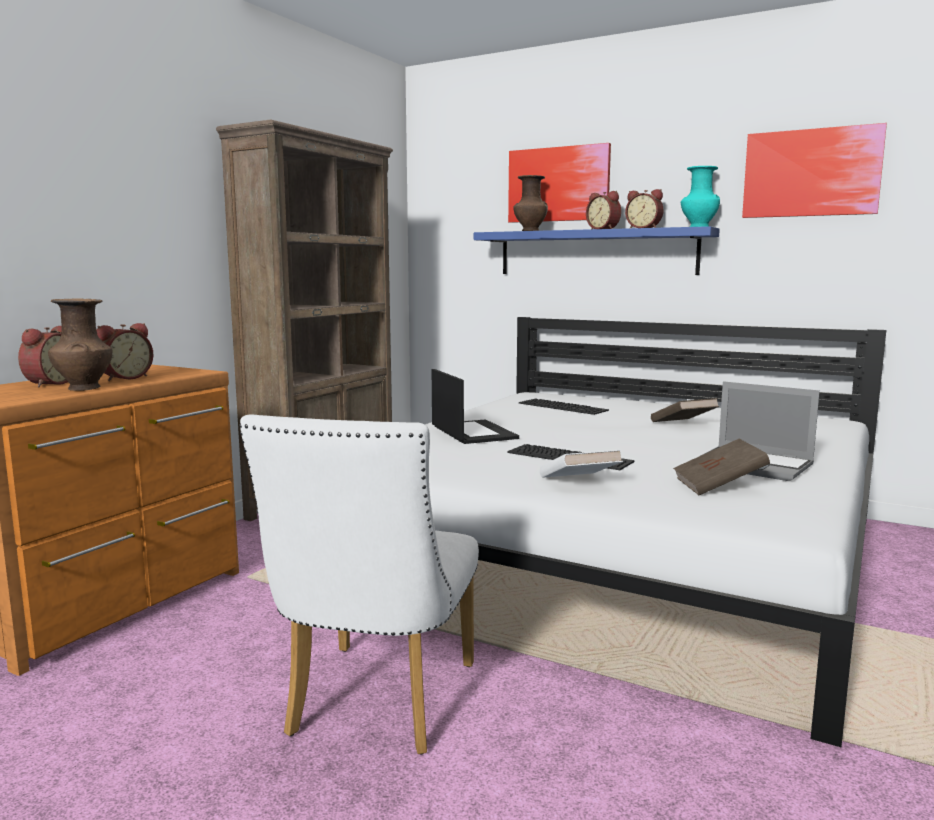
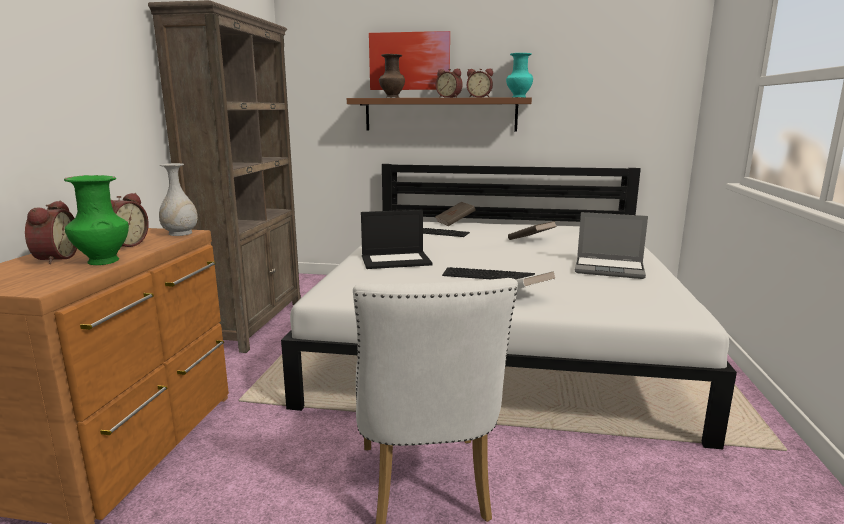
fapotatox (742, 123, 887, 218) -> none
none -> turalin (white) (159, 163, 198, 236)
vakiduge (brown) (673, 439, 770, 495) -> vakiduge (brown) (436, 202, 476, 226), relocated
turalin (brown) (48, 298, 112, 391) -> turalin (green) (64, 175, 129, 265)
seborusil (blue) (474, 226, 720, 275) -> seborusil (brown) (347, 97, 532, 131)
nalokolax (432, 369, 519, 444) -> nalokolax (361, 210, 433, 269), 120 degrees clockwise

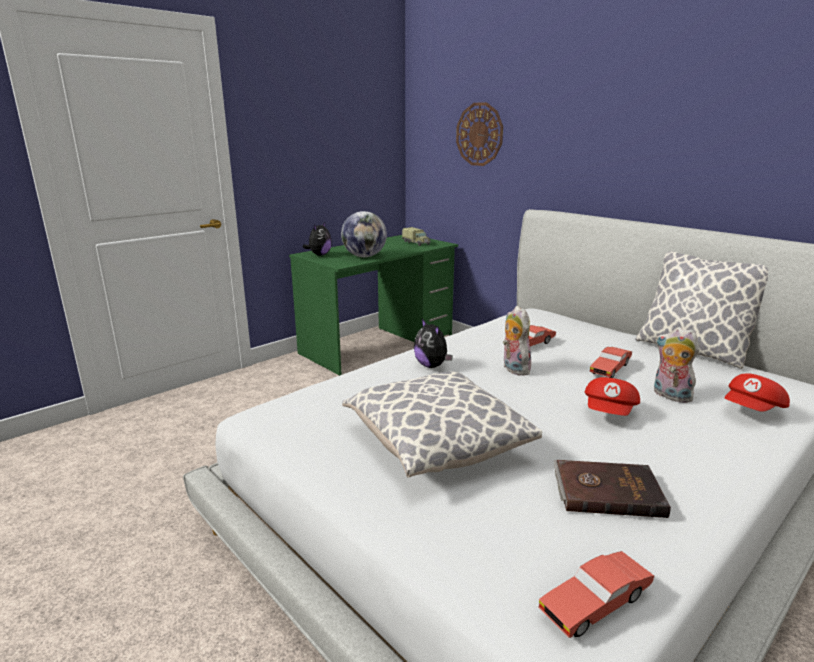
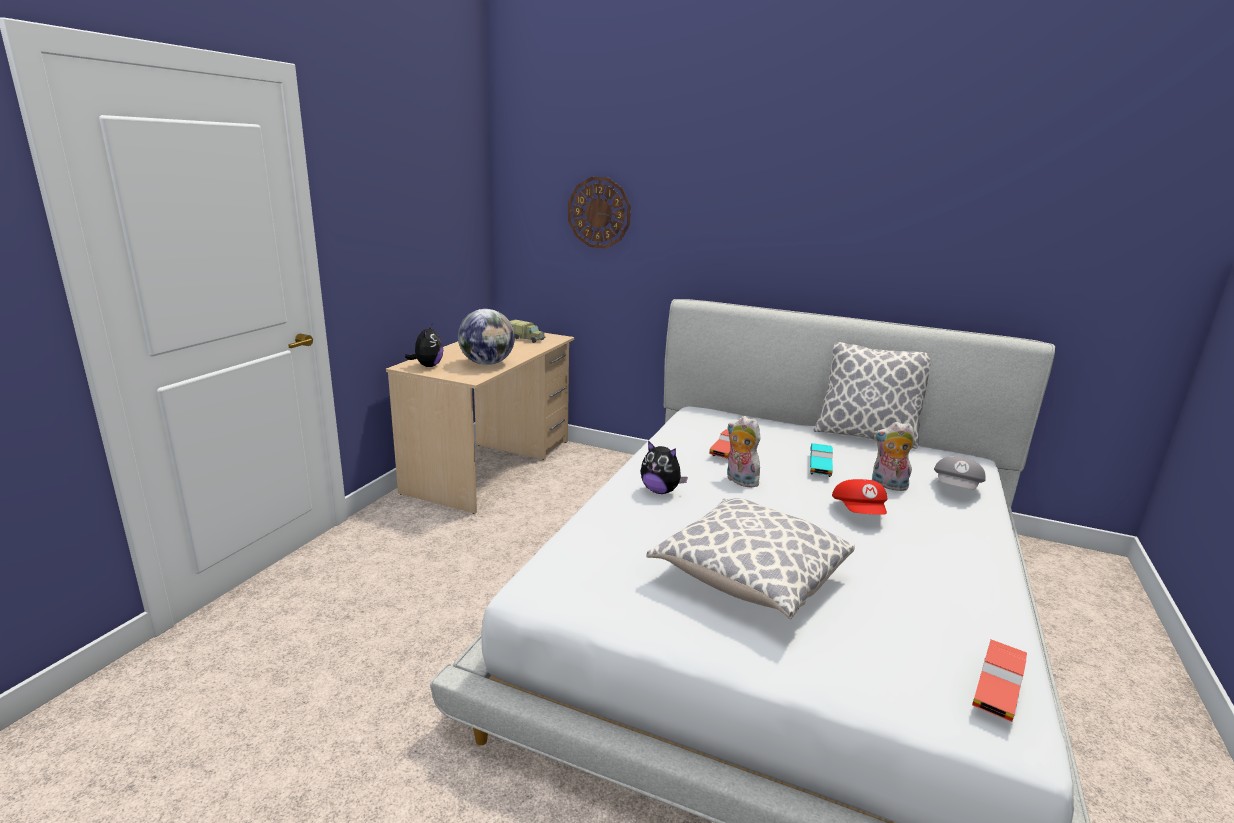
vakiduge (brown) (554, 460, 671, 518) -> none
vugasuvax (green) (289, 235, 458, 376) -> vugasuvax (beige) (386, 333, 574, 514)
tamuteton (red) (590, 347, 632, 378) -> tamuteton (turquoise) (810, 443, 833, 477)
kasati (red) (724, 373, 790, 412) -> kasati (grey) (934, 456, 986, 490)

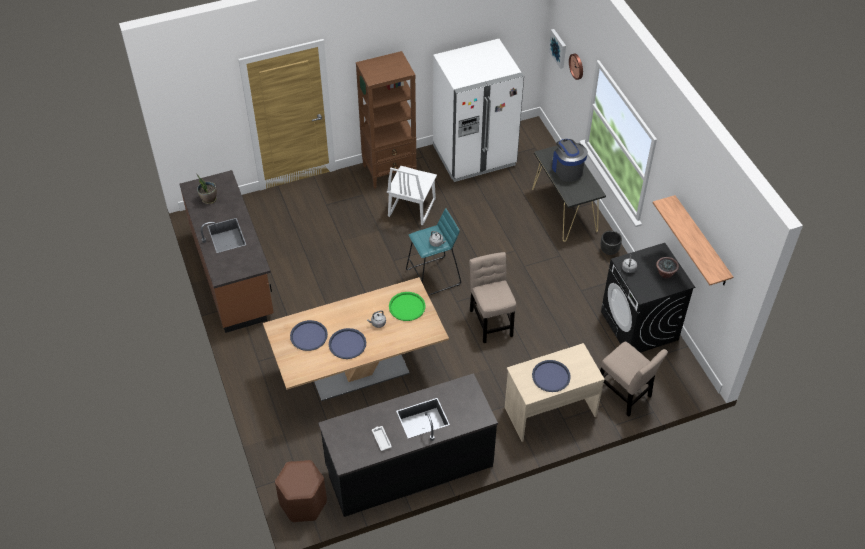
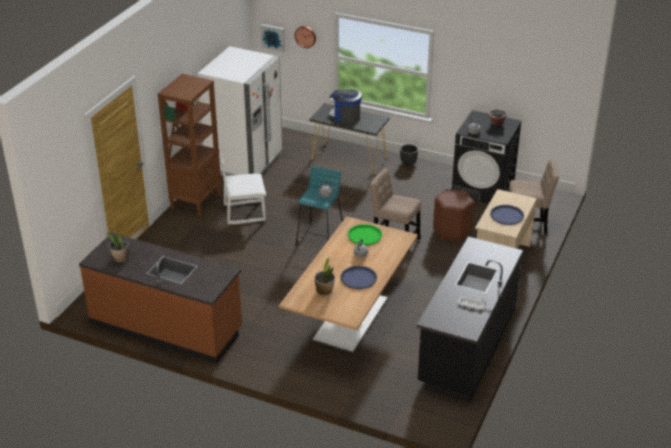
seborusil (653, 195, 733, 285) -> none
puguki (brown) (275, 460, 327, 522) -> puguki (brown) (433, 189, 474, 241), relocated
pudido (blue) (290, 320, 328, 351) -> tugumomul (315, 257, 335, 295)
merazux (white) (387, 166, 437, 225) -> merazux (white) (219, 150, 266, 225), 105 degrees clockwise

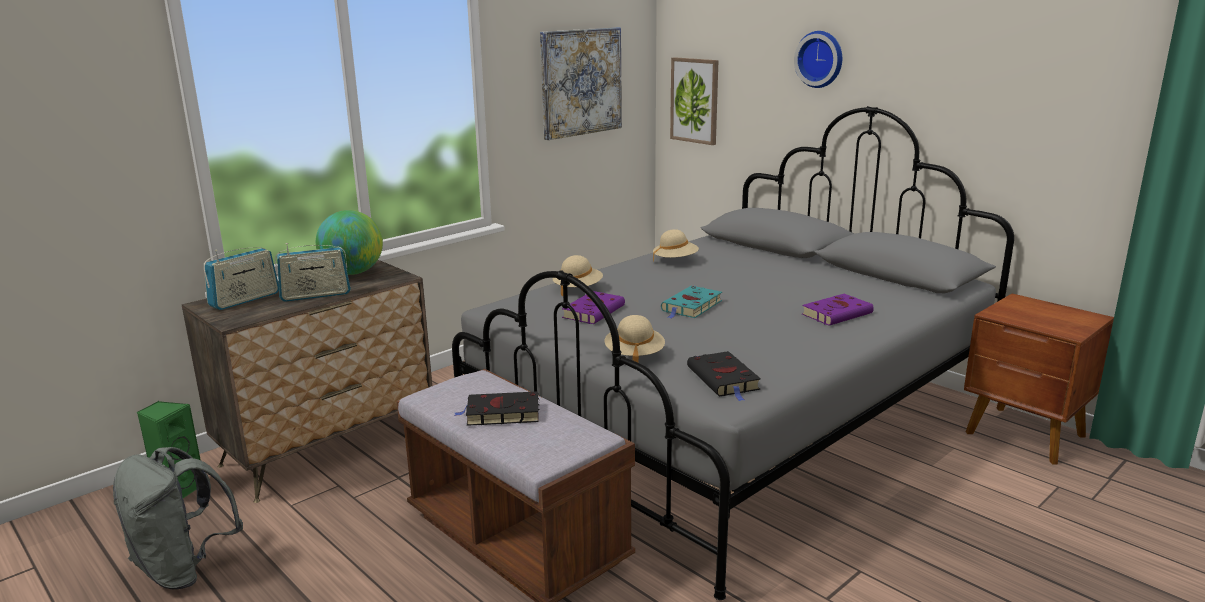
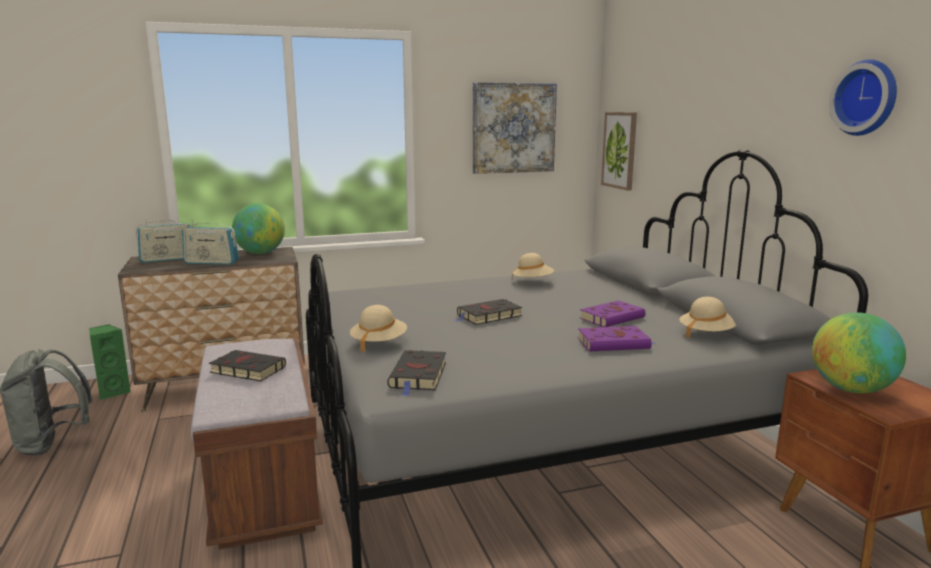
none -> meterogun (812, 312, 906, 394)
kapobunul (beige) (553, 255, 603, 296) -> kapobunul (beige) (679, 297, 736, 339), relocated
vakiduge (purple) (562, 291, 625, 324) -> vakiduge (purple) (580, 300, 646, 327), relocated
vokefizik (794, 31, 842, 88) -> vokefizik (829, 59, 897, 136), relocated
vakiduge (turquoise) (661, 286, 722, 318) -> vakiduge (black) (454, 299, 522, 325)

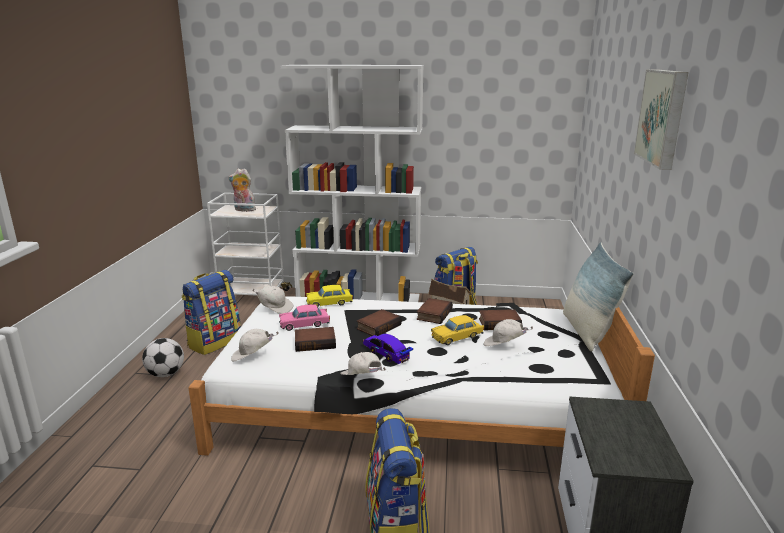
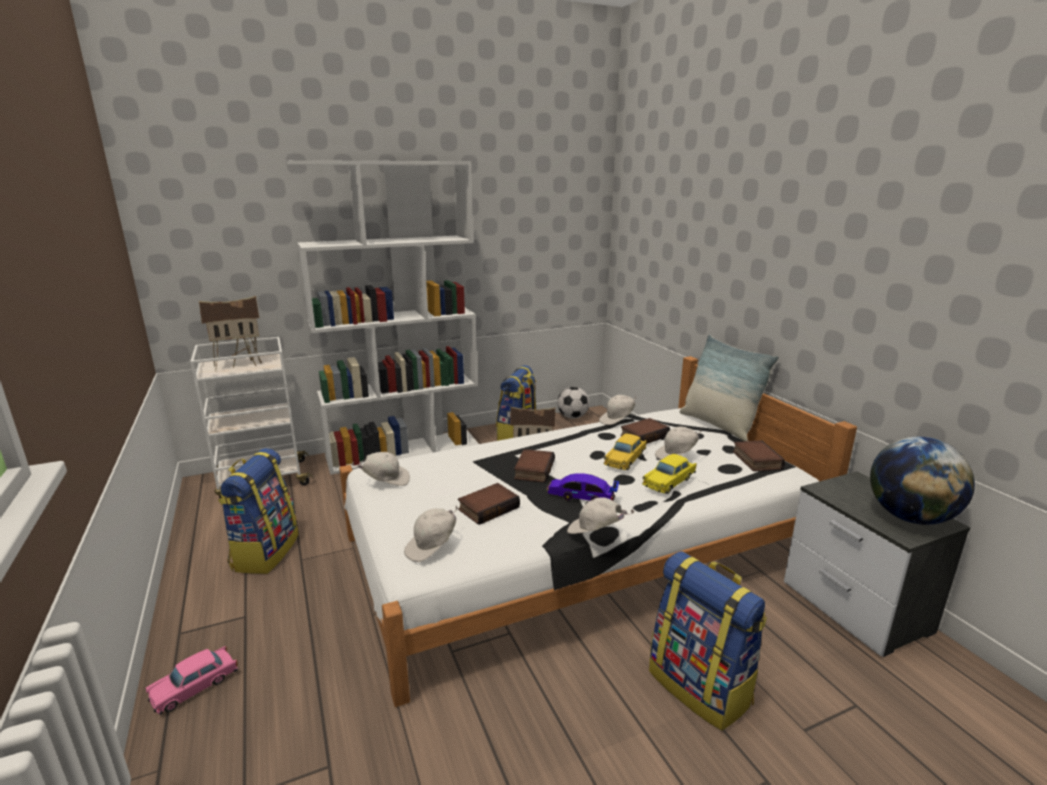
fapotatox (634, 69, 688, 170) -> none
none -> kasati (white) (599, 395, 636, 425)
none -> meterogun (870, 437, 975, 525)
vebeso (142, 338, 184, 377) -> vebeso (557, 387, 589, 419), relocated
tamuteton (pink) (279, 305, 330, 331) -> tamuteton (pink) (145, 646, 238, 715), relocated
tamuteton (yellow) (306, 285, 353, 307) -> tamuteton (yellow) (642, 454, 697, 494), relocated
vakiduge (416, 298, 453, 324) -> vakiduge (733, 440, 785, 471), relocated
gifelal (228, 168, 256, 212) -> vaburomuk (199, 296, 262, 371)

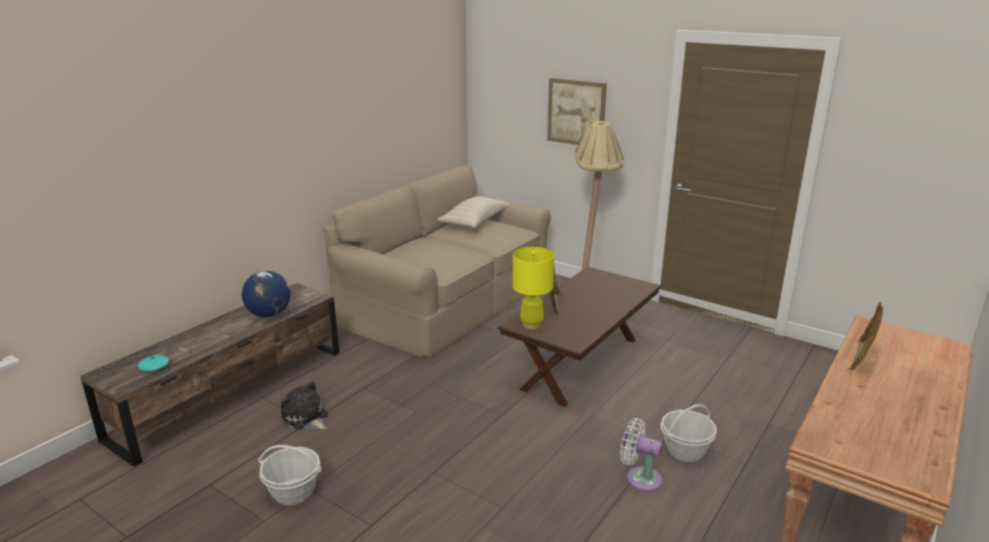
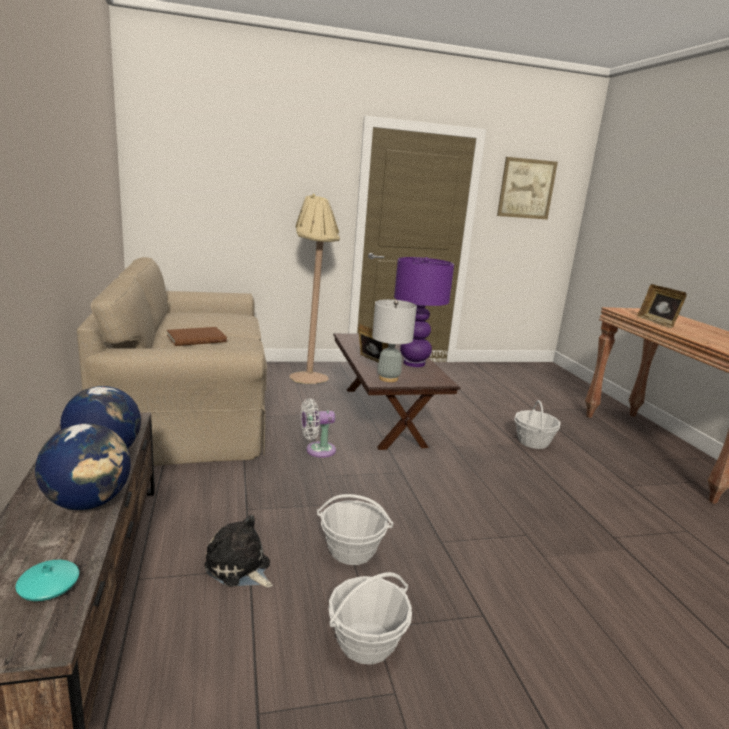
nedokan (437, 196, 510, 228) -> none
none -> meterogun (35, 423, 131, 510)
none -> vakiduge (brown) (167, 327, 227, 346)
none -> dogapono (317, 494, 393, 565)
none -> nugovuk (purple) (394, 257, 454, 367)
fapotatox (547, 78, 607, 145) -> fapotatox (497, 157, 558, 219), relocated
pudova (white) (620, 418, 663, 492) -> pudova (white) (301, 398, 336, 458), relocated
nugovuk (yellow) (512, 247, 554, 329) -> nugovuk (grey) (372, 299, 417, 382)
gifelal (281, 381, 328, 430) -> gifelal (204, 515, 273, 587), 45 degrees clockwise

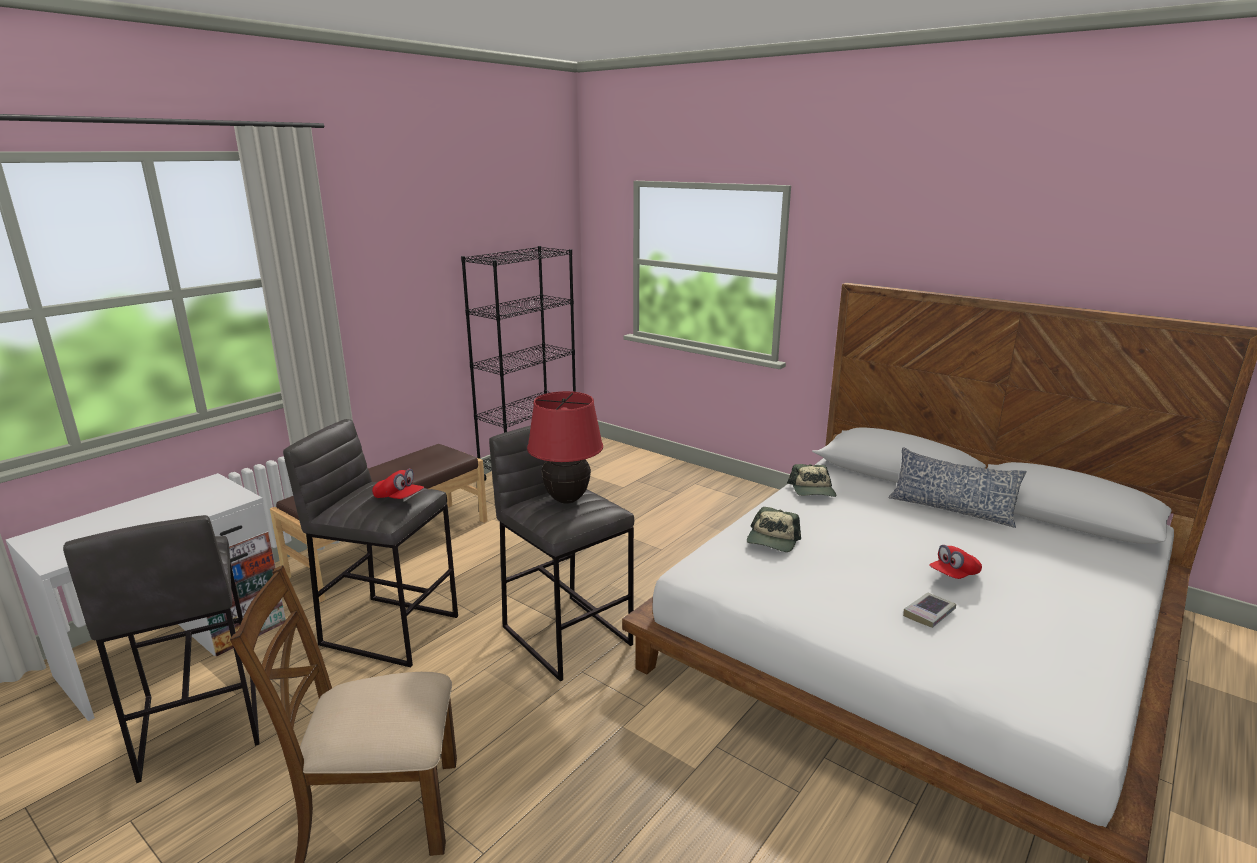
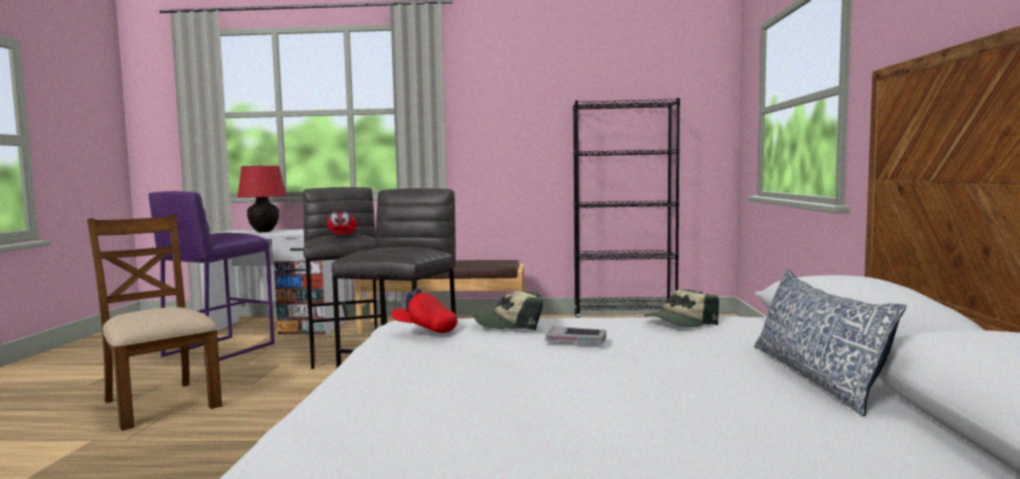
nugovuk (red) (527, 391, 603, 504) -> nugovuk (red) (237, 165, 287, 232), relocated
vakiduge (903, 593, 956, 628) -> vakiduge (546, 326, 606, 344), relocated
kasati (red) (929, 545, 982, 579) -> kasati (red) (391, 288, 458, 333), relocated
puguki (grey) (63, 515, 260, 783) -> puguki (purple) (149, 191, 275, 365)

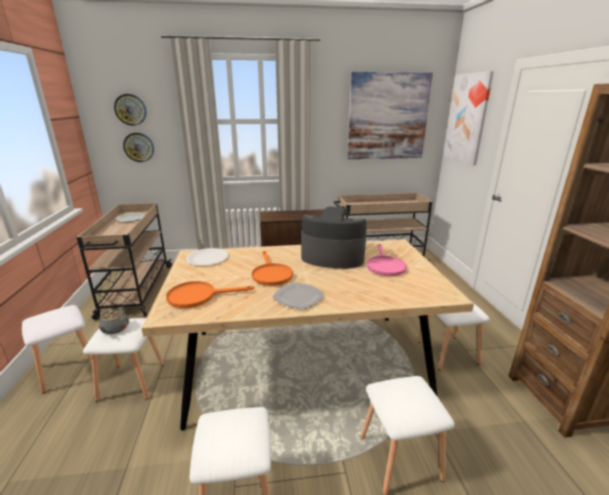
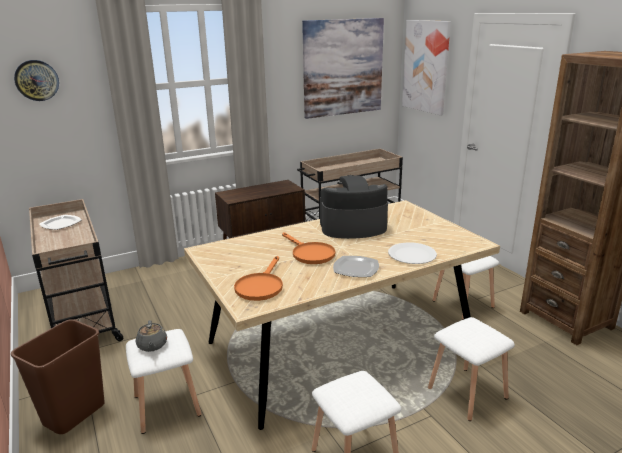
vokefizik (123, 133, 154, 162) -> none
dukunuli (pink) (366, 244, 407, 276) -> none
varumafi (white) (186, 248, 229, 266) -> varumafi (white) (388, 242, 437, 264), relocated
puguki (white) (22, 305, 99, 393) -> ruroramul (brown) (11, 319, 105, 434)
dukunuli (orange) (166, 281, 254, 308) -> dukunuli (orange) (234, 256, 283, 301), 45 degrees counterclockwise

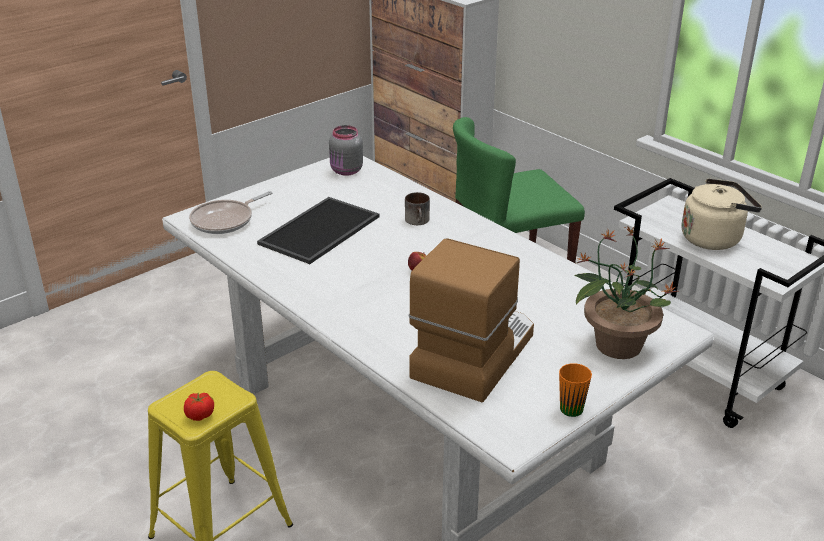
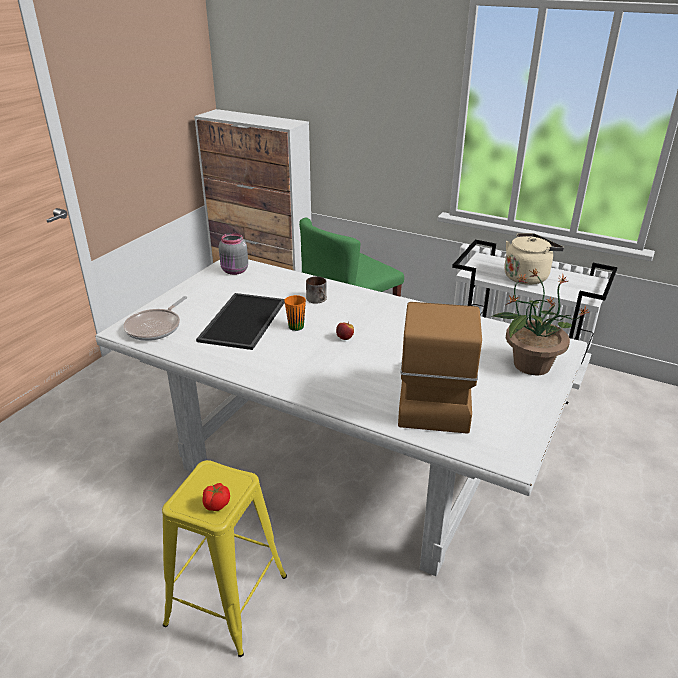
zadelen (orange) (559, 363, 592, 417) -> zadelen (orange) (284, 295, 306, 331), relocated

